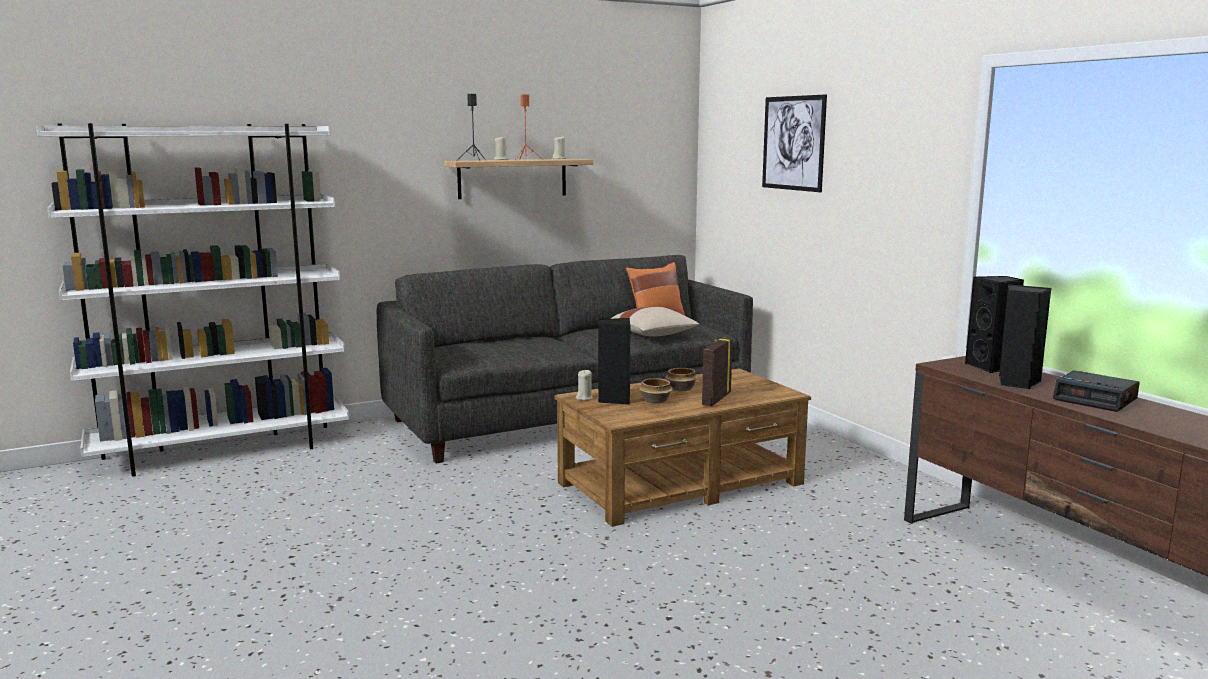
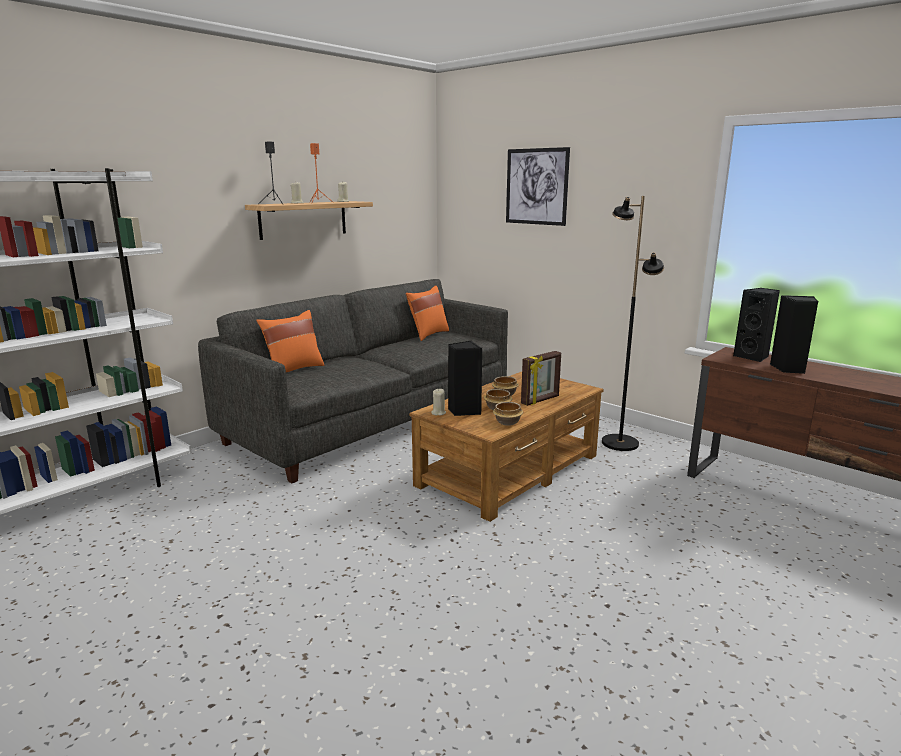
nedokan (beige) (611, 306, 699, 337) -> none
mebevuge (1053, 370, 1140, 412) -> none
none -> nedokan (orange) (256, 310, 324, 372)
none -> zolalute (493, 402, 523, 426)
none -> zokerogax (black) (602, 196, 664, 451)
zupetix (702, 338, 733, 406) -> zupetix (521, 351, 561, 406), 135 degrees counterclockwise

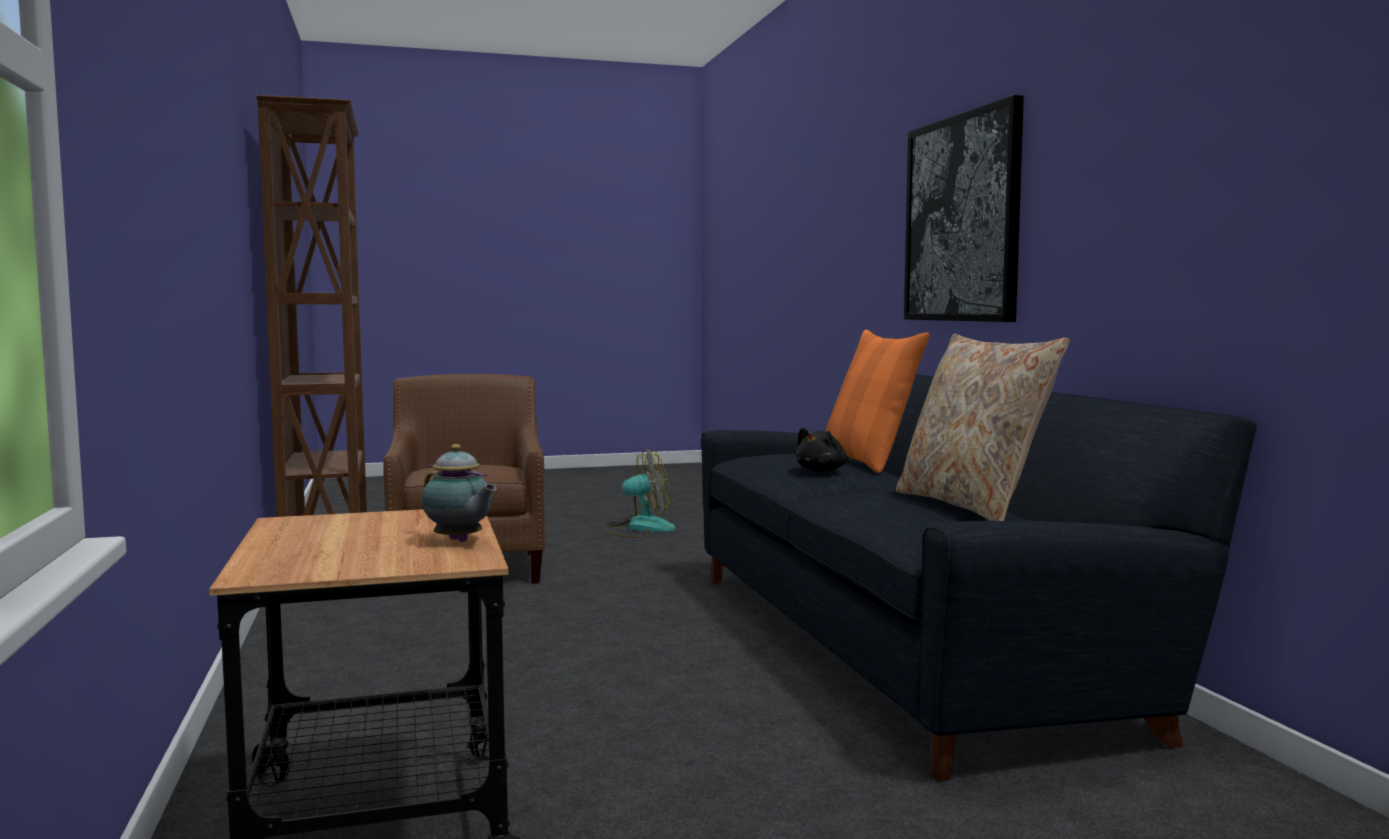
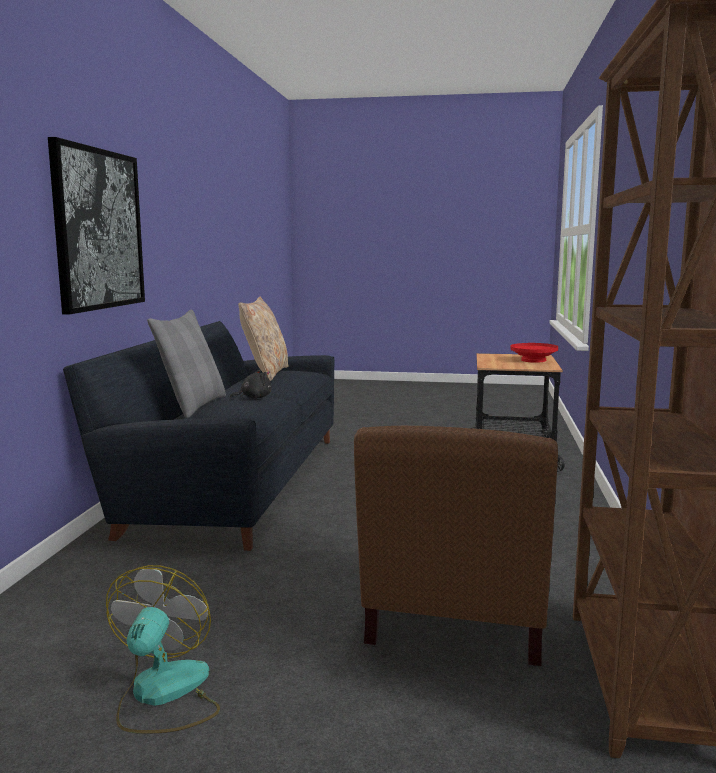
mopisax (421, 444, 496, 542) -> none
none -> zolalute (red) (510, 343, 558, 363)
nedokan (orange) (826, 330, 929, 473) -> nedokan (grey) (147, 310, 226, 418)
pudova (605, 449, 676, 538) -> pudova (106, 565, 220, 734), 90 degrees clockwise

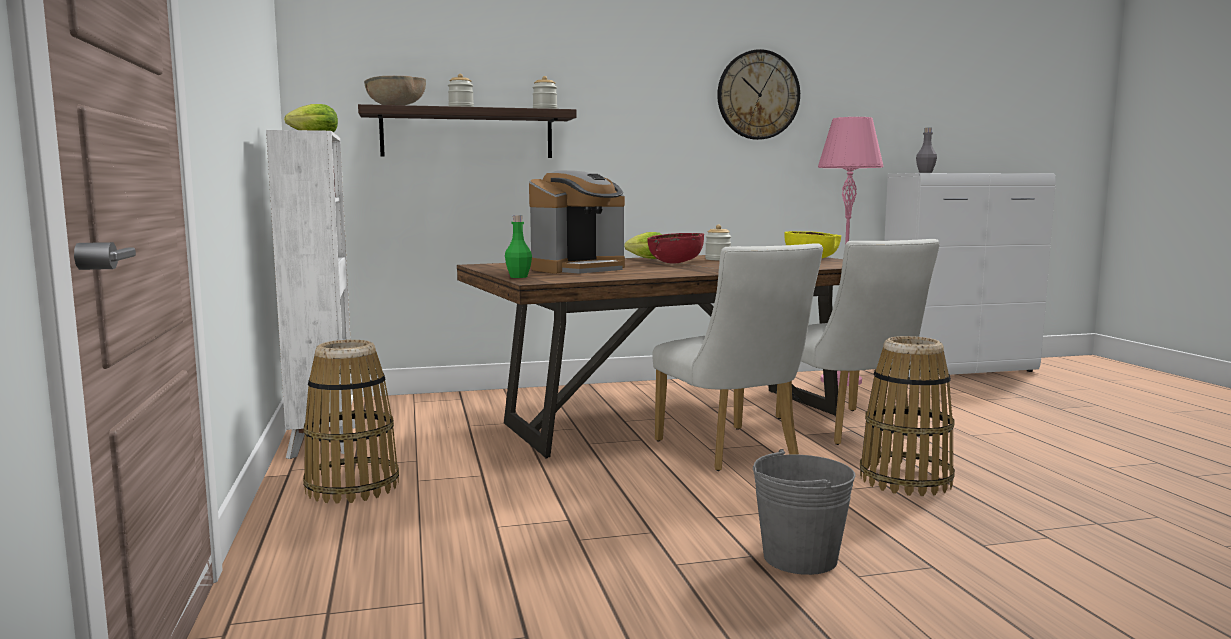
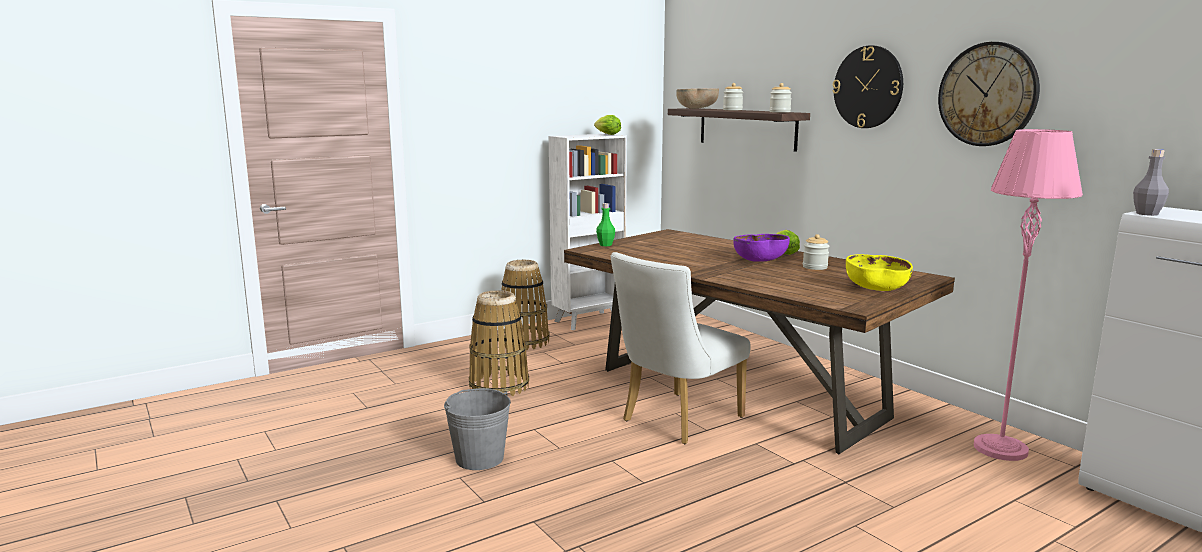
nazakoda (529, 170, 625, 274) -> none
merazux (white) (776, 239, 940, 445) -> none
none -> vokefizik (832, 45, 903, 128)
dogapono (860, 336, 955, 496) -> dogapono (469, 290, 529, 396), relocated
zolalute (red) (647, 233, 704, 264) -> zolalute (purple) (733, 234, 790, 262)

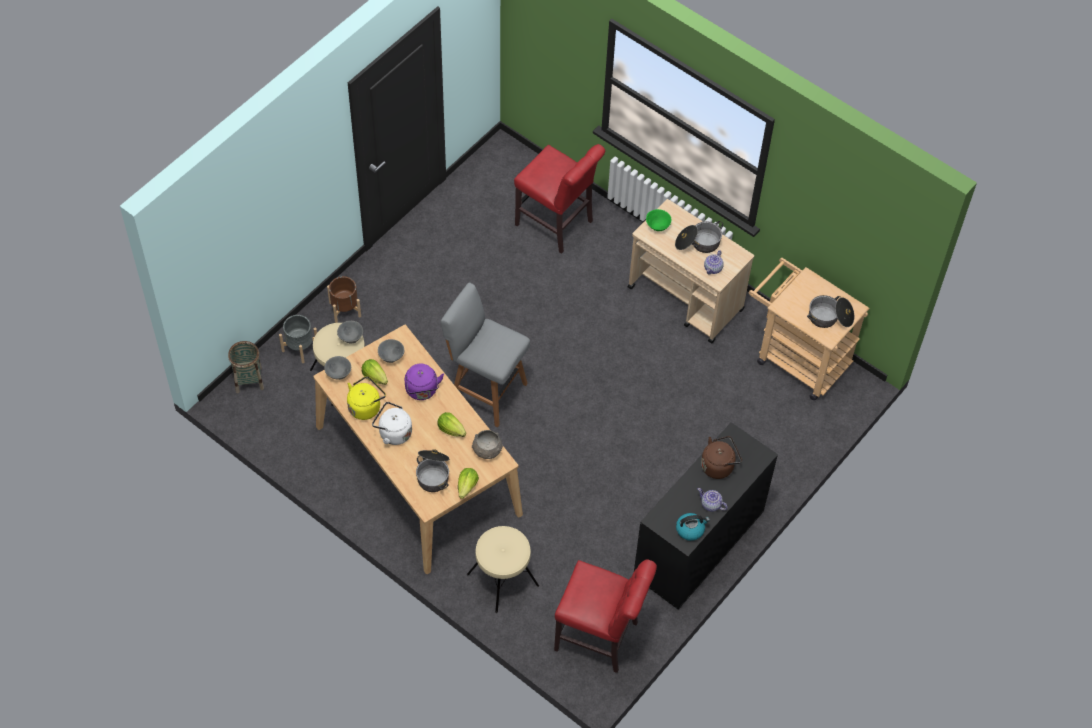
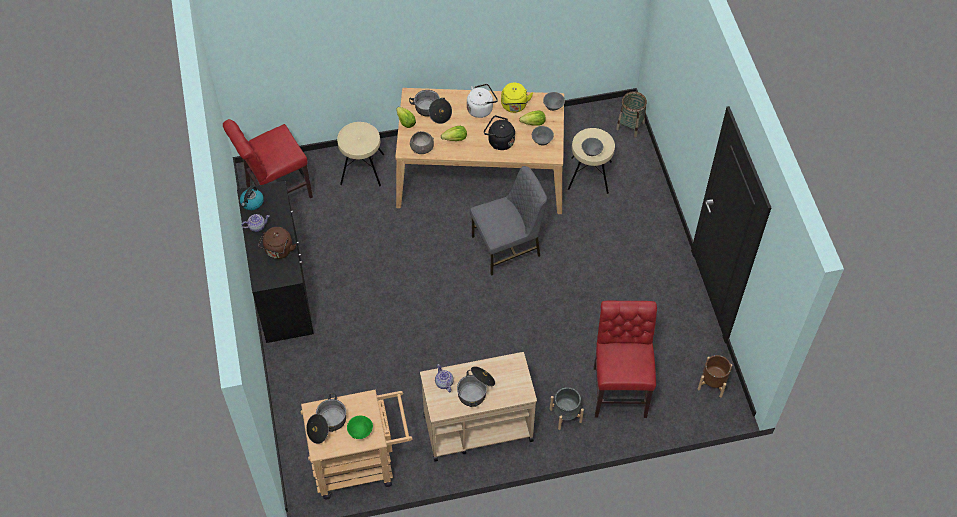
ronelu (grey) (279, 315, 317, 363) -> ronelu (grey) (550, 387, 584, 430), relocated
ronelu (brown) (327, 276, 361, 323) -> ronelu (brown) (698, 355, 732, 398), relocated
zolalute (green) (646, 209, 671, 231) -> zolalute (green) (347, 416, 373, 439), relocated
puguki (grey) (441, 282, 530, 427) -> merazux (grey) (470, 166, 547, 276)
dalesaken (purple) (405, 364, 444, 400) -> dalesaken (black) (484, 115, 515, 150)
merazux (red) (514, 144, 605, 254) -> merazux (red) (594, 300, 657, 418), 105 degrees clockwise

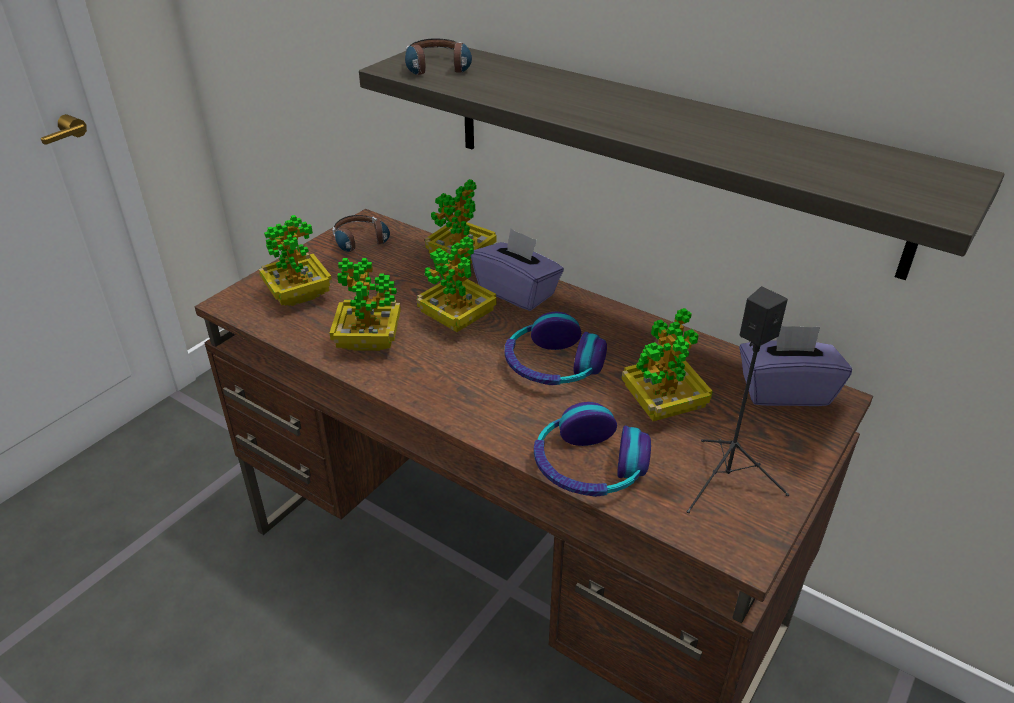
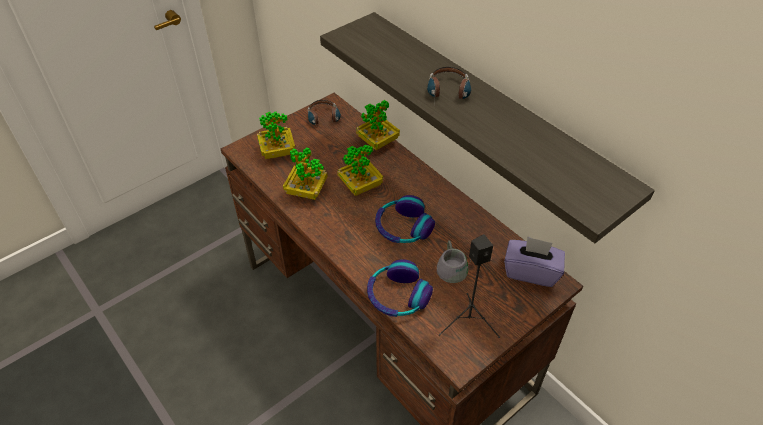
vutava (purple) (471, 228, 564, 311) -> none
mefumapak (405, 38, 472, 75) -> mefumapak (427, 67, 471, 99), relocated
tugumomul (622, 308, 713, 421) -> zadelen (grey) (437, 240, 471, 283)

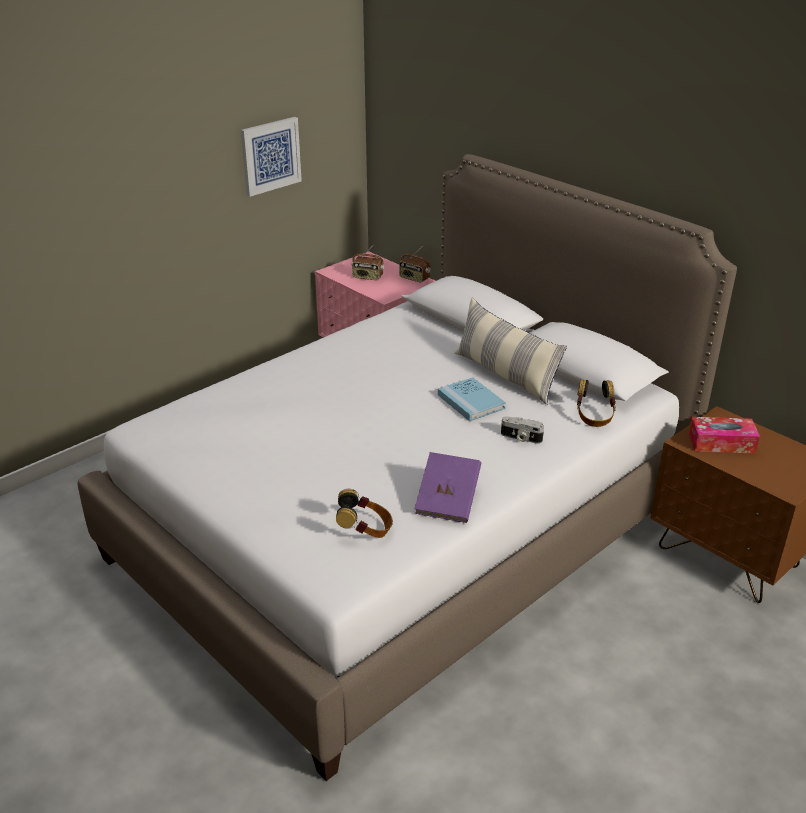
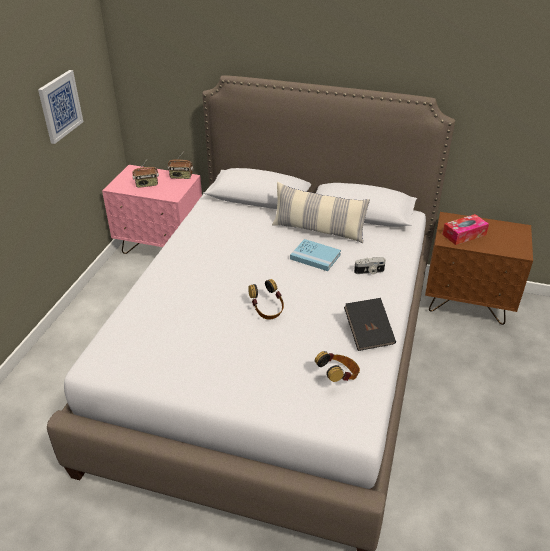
mefumapak (577, 380, 616, 427) -> mefumapak (248, 279, 284, 319), relocated
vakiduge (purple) (415, 452, 481, 523) -> vakiduge (black) (344, 298, 396, 351)

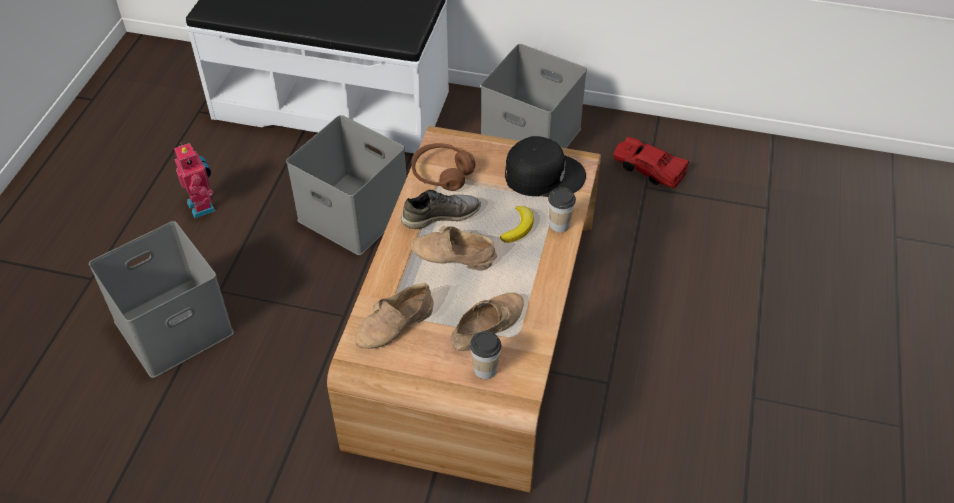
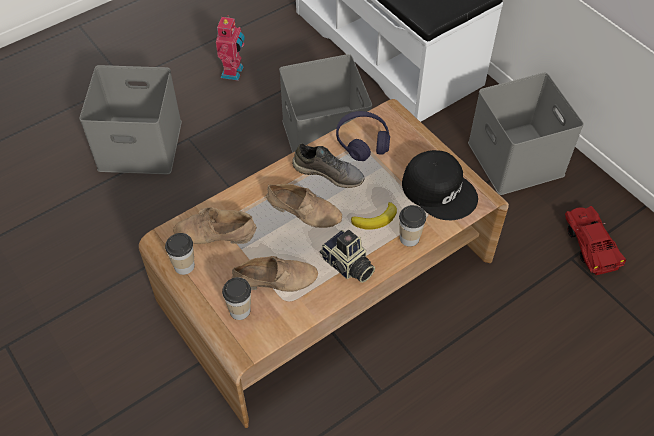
none -> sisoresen (165, 233, 195, 275)
none -> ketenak (319, 230, 375, 283)
mefumapak (brown) (411, 143, 476, 191) -> mefumapak (purple) (336, 111, 390, 161)
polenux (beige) (410, 226, 497, 270) -> polenux (beige) (266, 184, 342, 228), 150 degrees clockwise

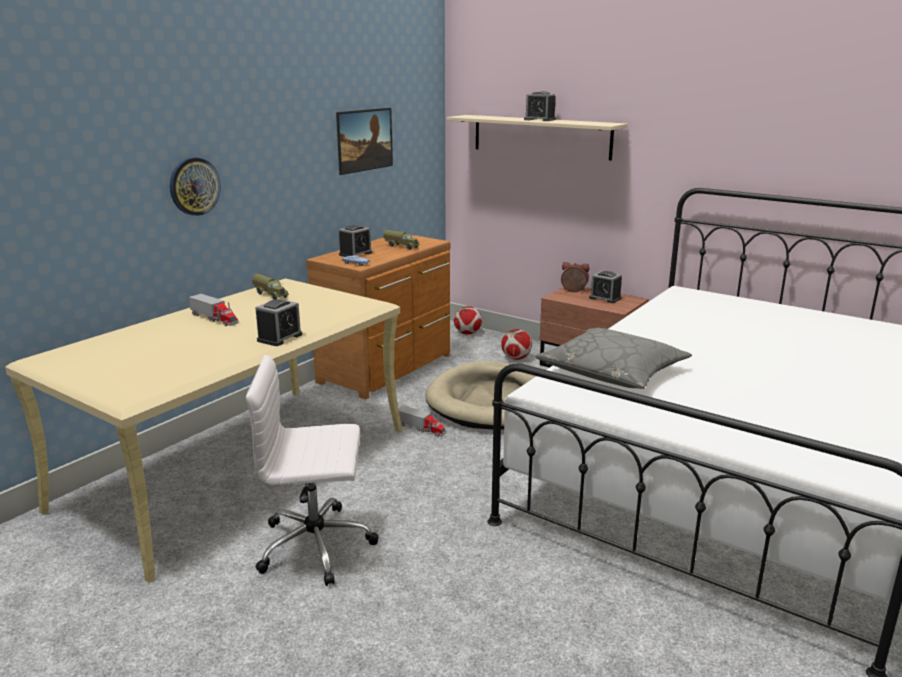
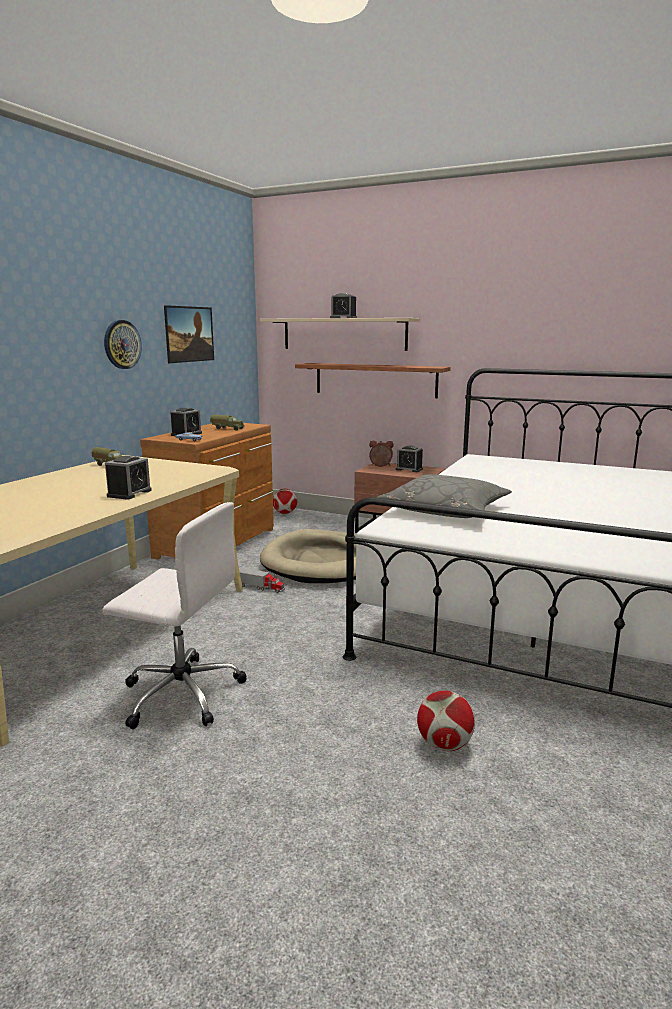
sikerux (189, 294, 239, 326) -> none
none -> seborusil (295, 363, 451, 398)
vokefizik (170, 157, 221, 216) -> vokefizik (104, 320, 142, 369), relocated
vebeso (501, 329, 532, 360) -> vebeso (417, 691, 475, 751), relocated
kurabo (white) (246, 355, 378, 586) -> kurabo (white) (102, 502, 247, 729), 150 degrees counterclockwise

